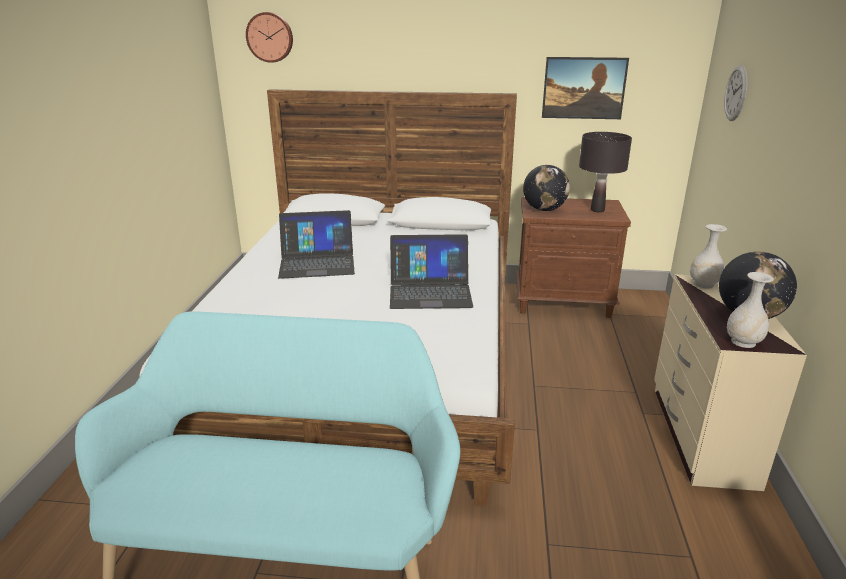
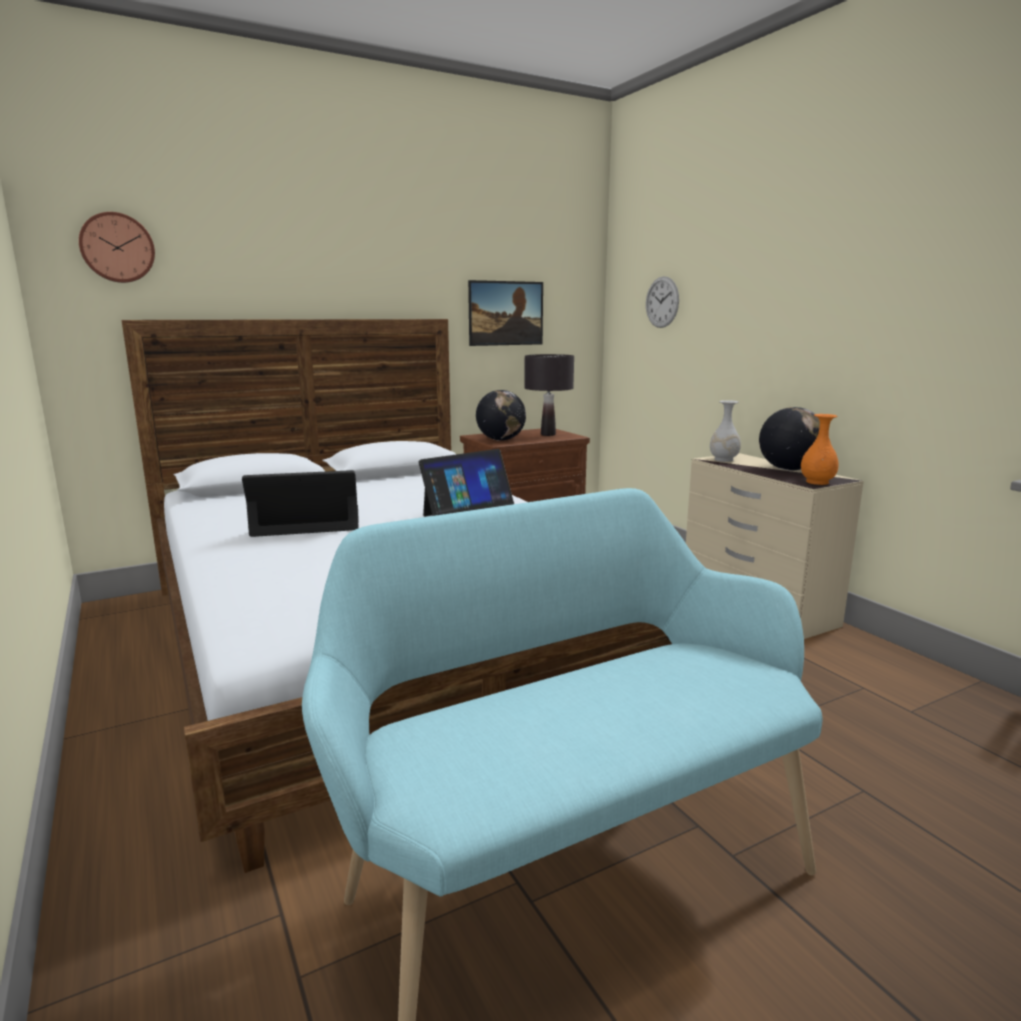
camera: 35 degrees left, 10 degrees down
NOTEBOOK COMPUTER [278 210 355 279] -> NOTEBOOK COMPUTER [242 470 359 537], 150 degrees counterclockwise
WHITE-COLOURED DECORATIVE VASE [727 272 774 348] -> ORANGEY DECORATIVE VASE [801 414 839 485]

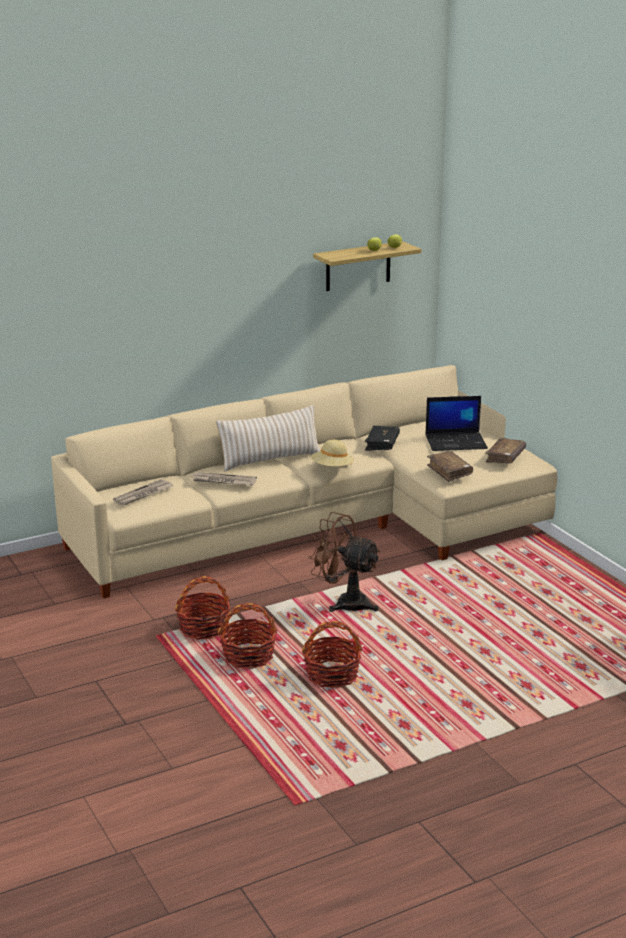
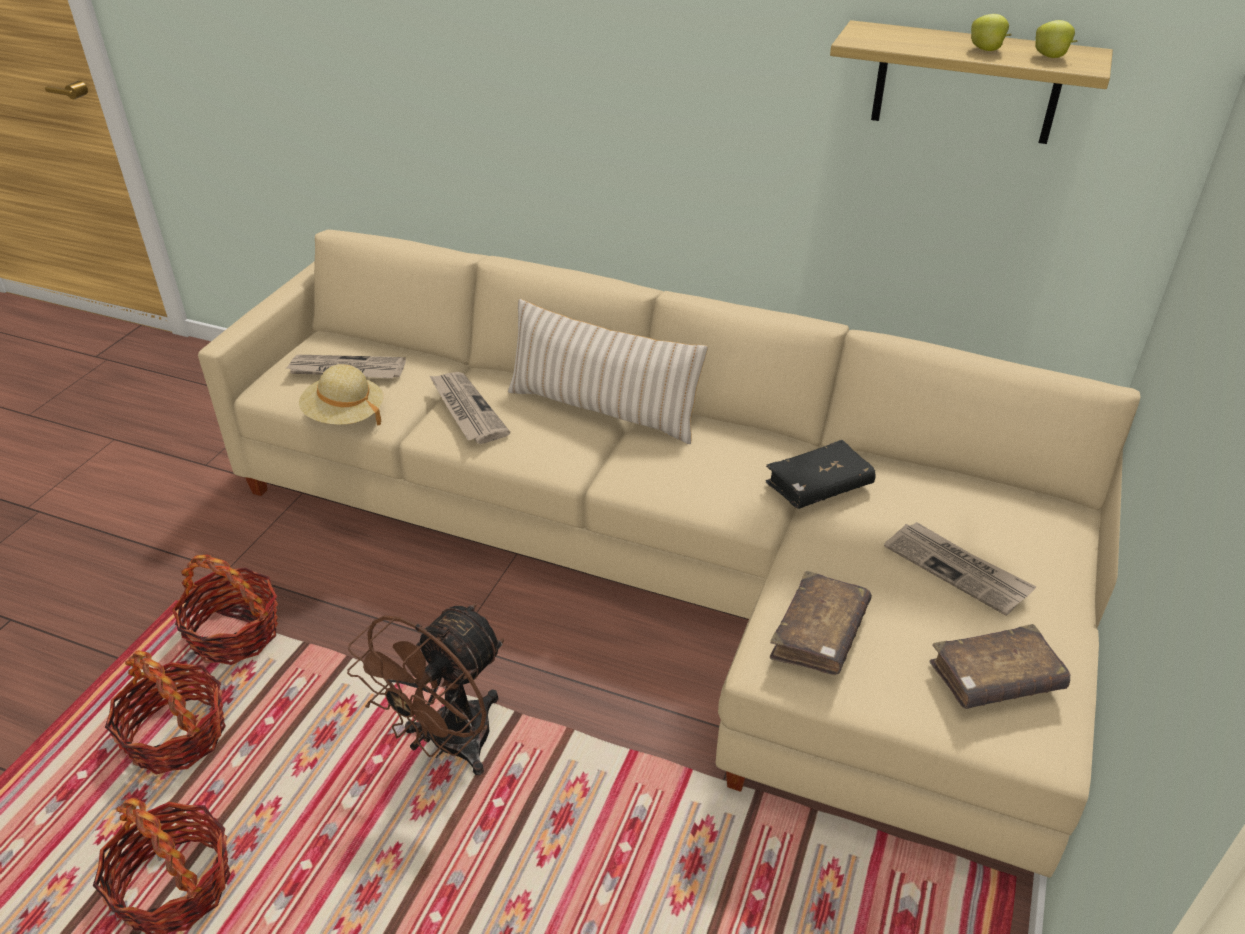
camera: 50 degrees right, 15 degrees up
BEIGE-COLOURED HAT [311 440 354 466] -> BEIGE-COLOURED HAT [299 364 383 426], move
BROWN-COLOURED ELECTRIC FAN [308 512 381 612] -> BROWN-COLOURED ELECTRIC FAN [347 603 504 775], 135 degrees counterclockwise
NOTEBOOK COMPUTER [425 396 488 451] -> NEWSPAPER [884 522 1037 616]

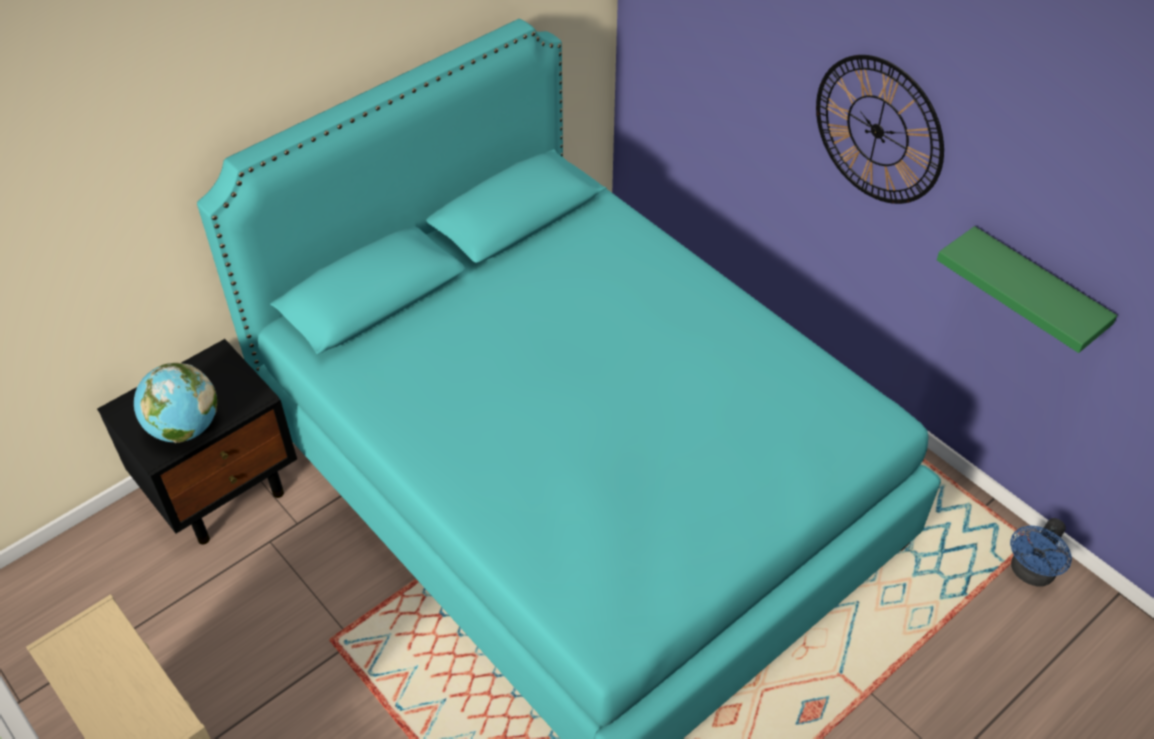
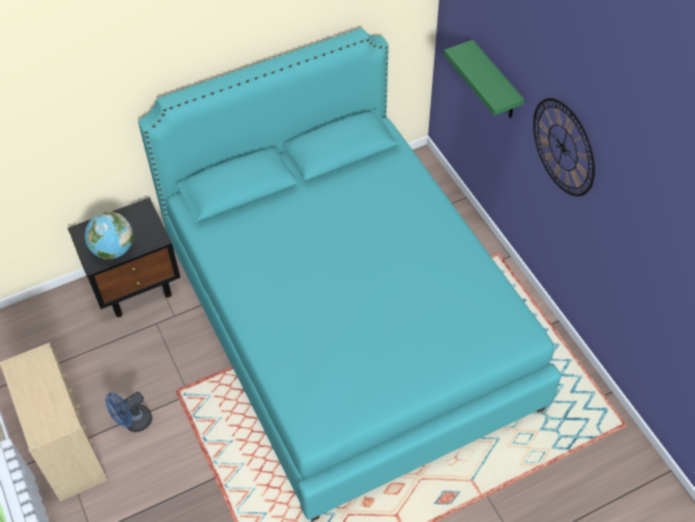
camera: 15 degrees right, 5 degrees up
BLUE-COLOURED ELECTRIC FAN [1010 518 1072 587] -> BLUE-COLOURED ELECTRIC FAN [106 391 152 432], move
GREEN-COLOURED BRACKET SHELF [937 226 1117 353] -> GREEN-COLOURED BRACKET SHELF [444 40 524 118], move

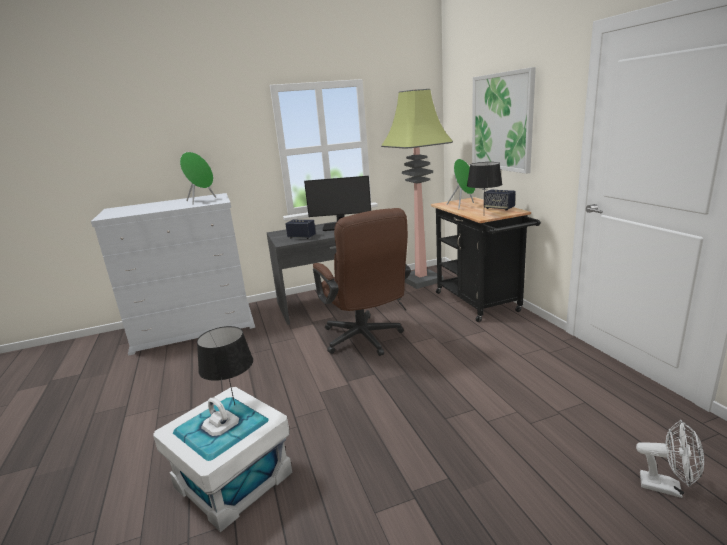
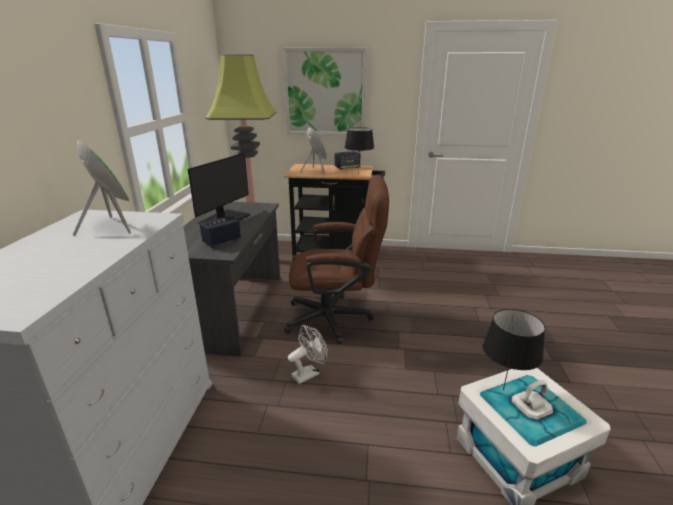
camera: 65 degrees left, 5 degrees up
WHITE-COLOURED ELECTRIC FAN [636 420 704 498] -> WHITE-COLOURED ELECTRIC FAN [288 325 328 384], move

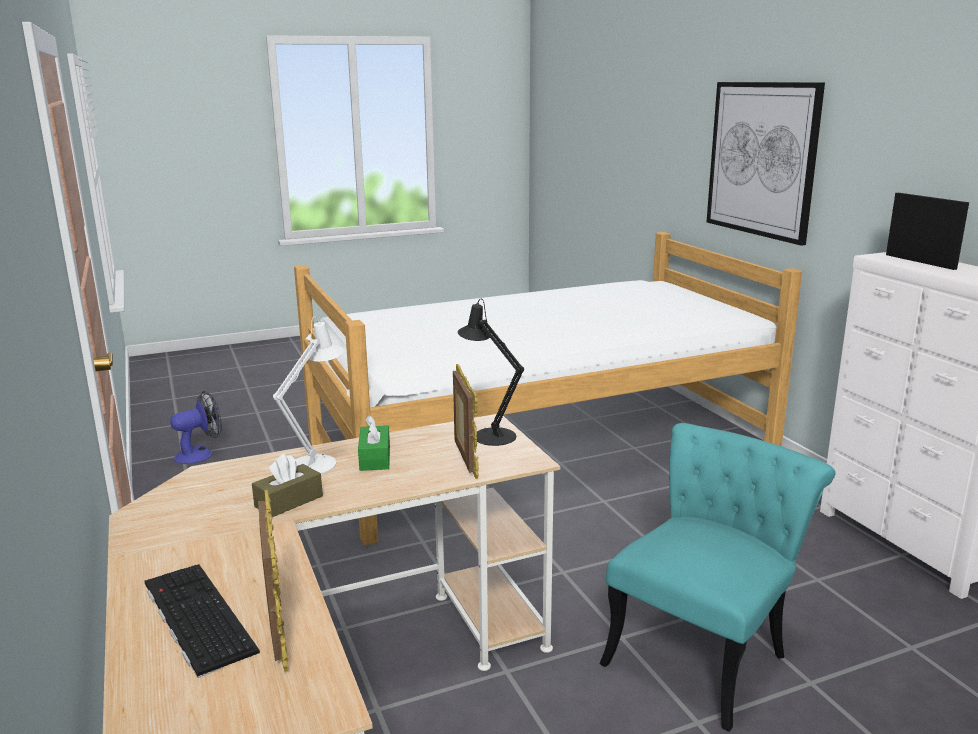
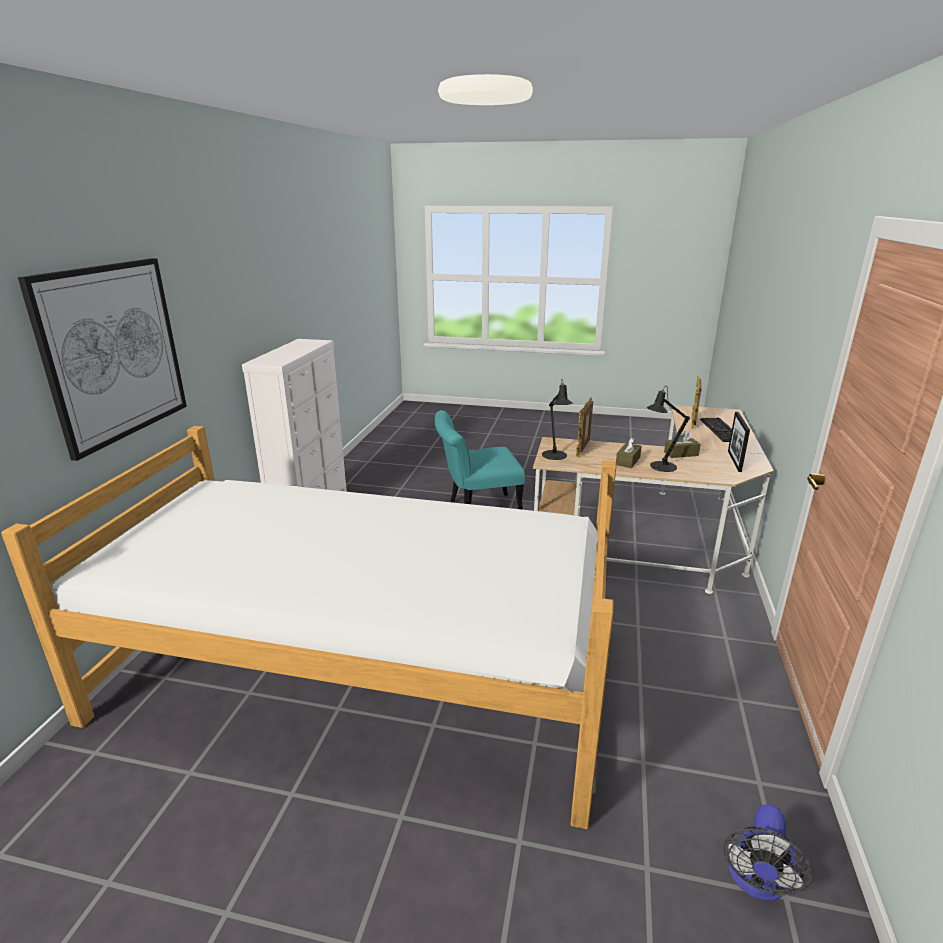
camera: 145 degrees left, 5 degrees up
GREEN-COLOURED TISSUE HOLDER [358 415 390 471] -> BROWN-COLOURED TISSUE HOLDER [616 437 642 468]
WHITE-COLOURED TABLETOP LAMP [273 317 344 474] -> BLACK-COLOURED TABLETOP LAMP [647 387 690 472]
ELECTRIC FAN [170 391 222 464] -> ELECTRIC FAN [723 804 813 901], 60 degrees counterclockwise
PHOTO FRAME [886 193 969 270] -> PHOTO FRAME [728 412 750 472], move

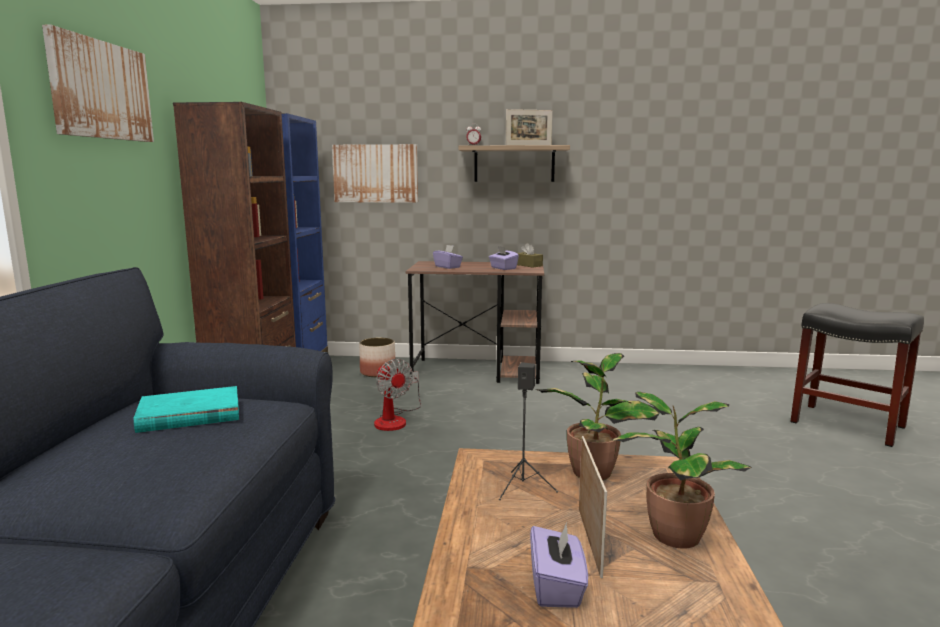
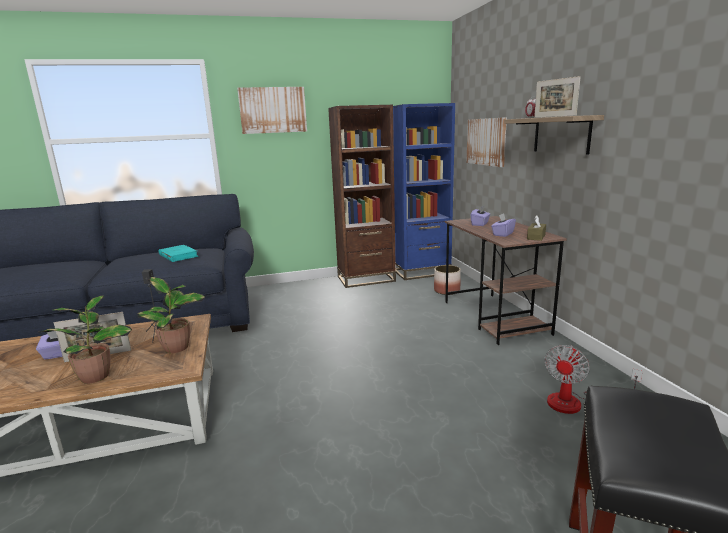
camera: 70 degrees right, 5 degrees up
ELECTRIC FAN [374 359 421 431] -> ELECTRIC FAN [544 345 643 414], move

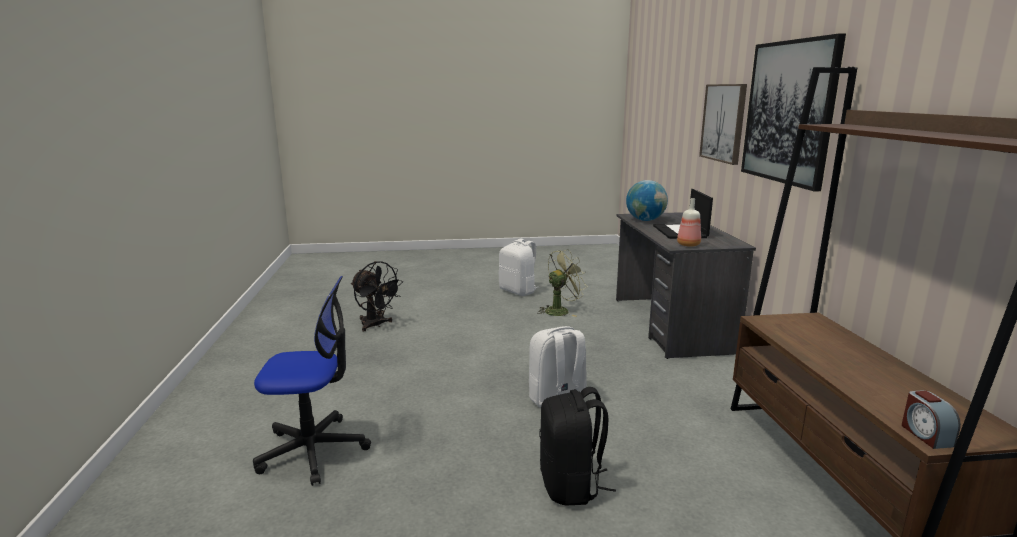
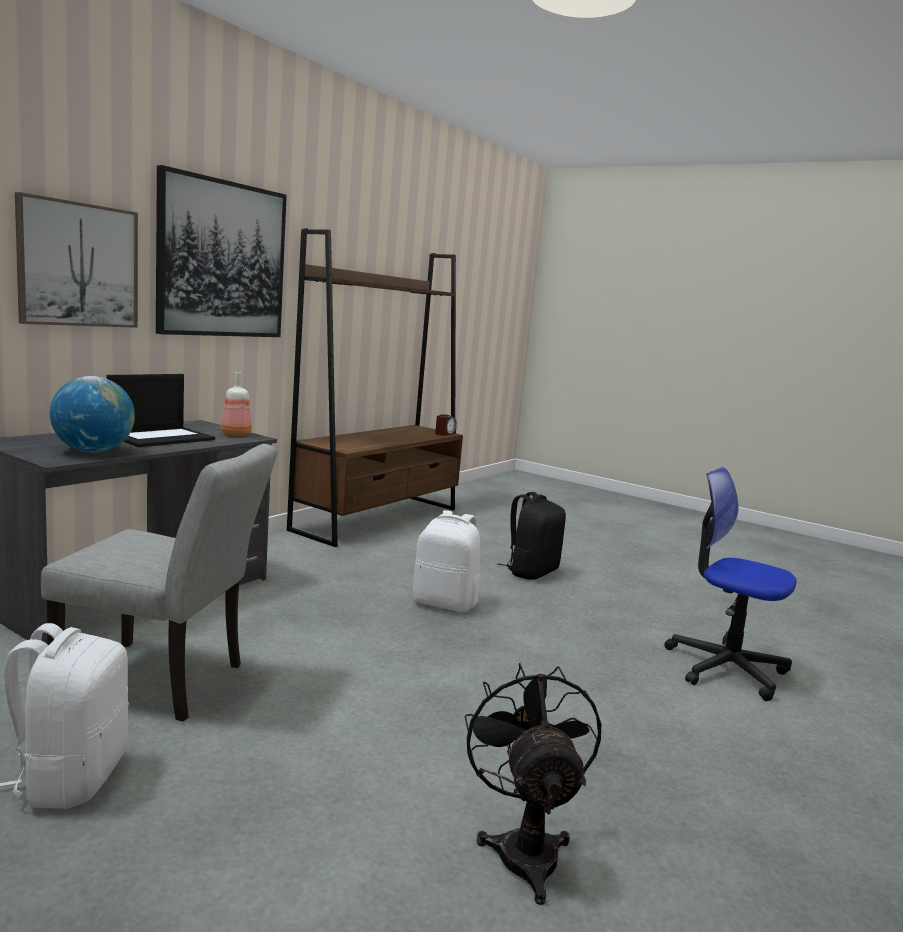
camera: 140 degrees left, 5 degrees down
GREEN-COLOURED ELECTRIC FAN [537 249 587 317] -> GRAY UPRIGHT CHAIR [41 444 277 721]

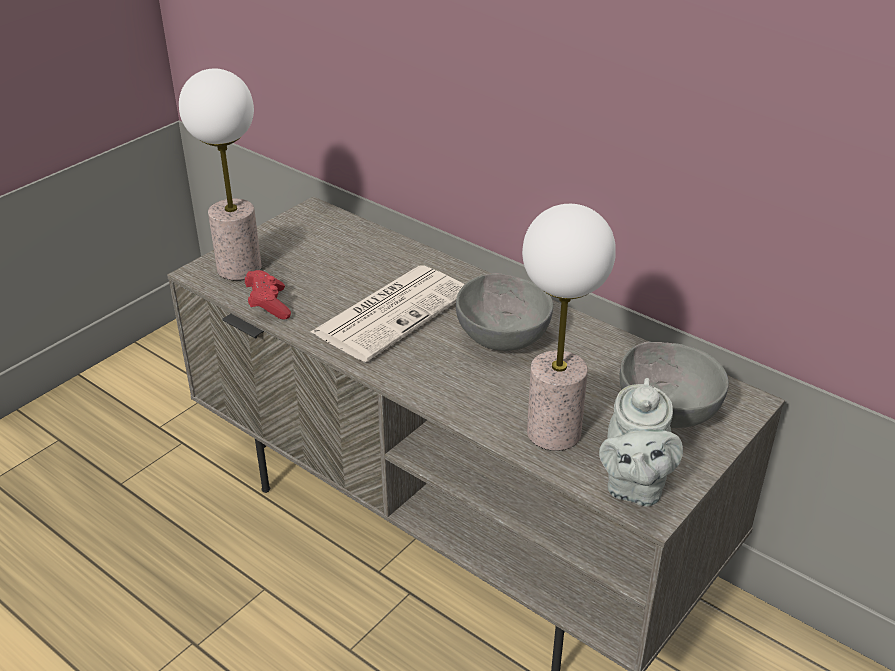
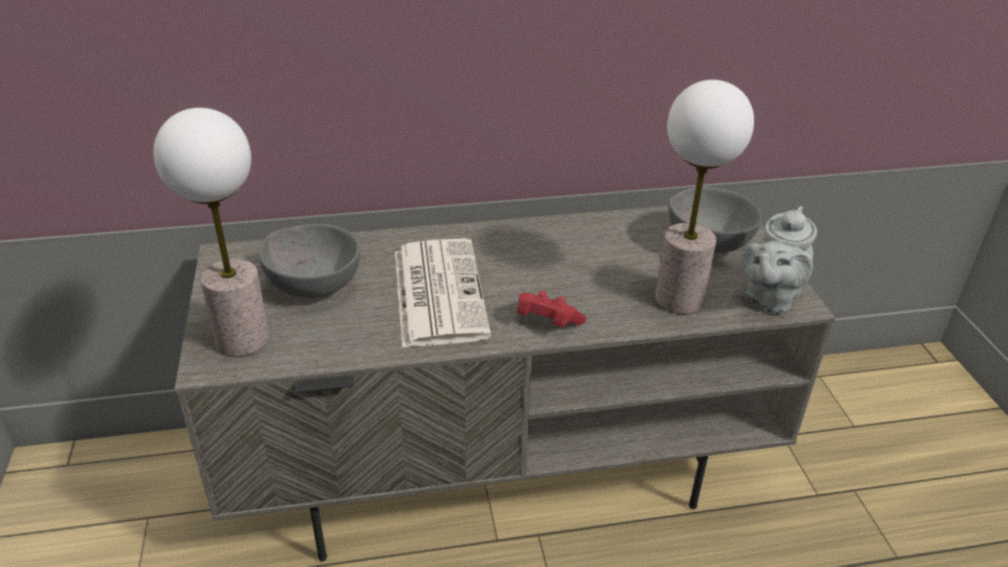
camera: 50 degrees left, 0 degrees up
GRAY SERVING BOWL [456 273 553 351] -> GRAY SERVING BOWL [259 224 360 298], move
RED-COLOURED GAMEPAD [245 270 291 320] -> RED-COLOURED GAMEPAD [517 291 586 327], move
GRAY TEAPOT [599 378 683 507] -> GRAY TEAPOT [742 206 817 314], 75 degrees clockwise

